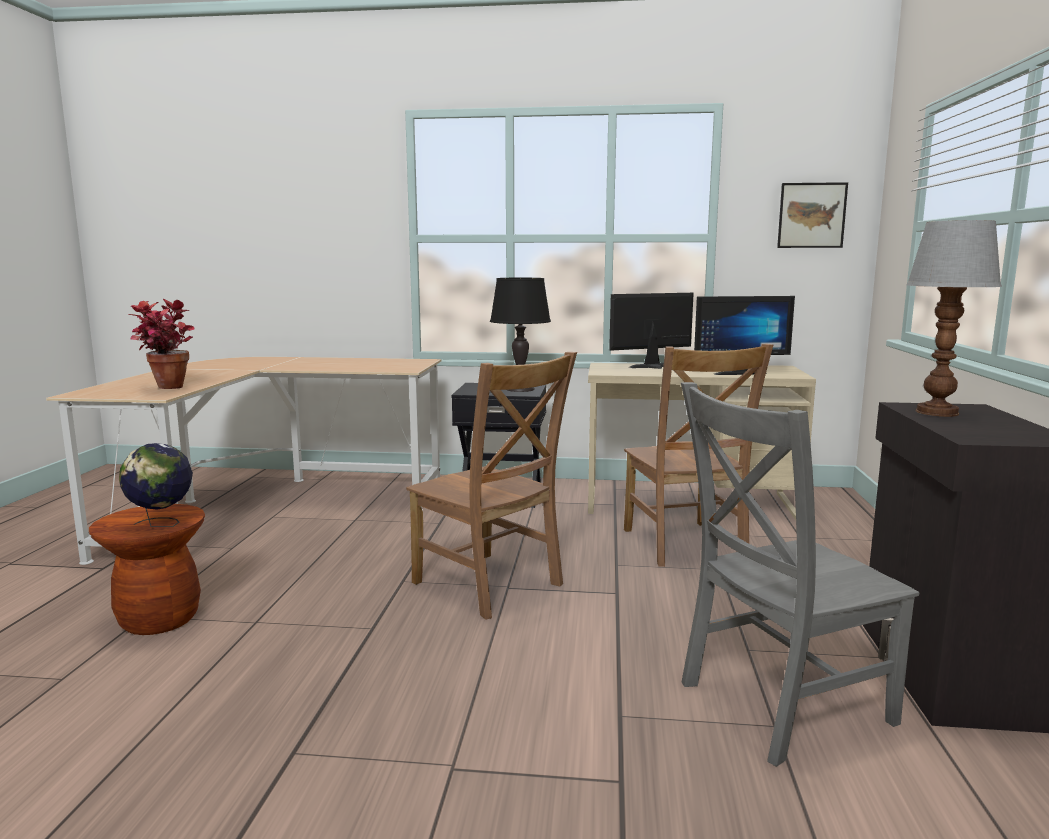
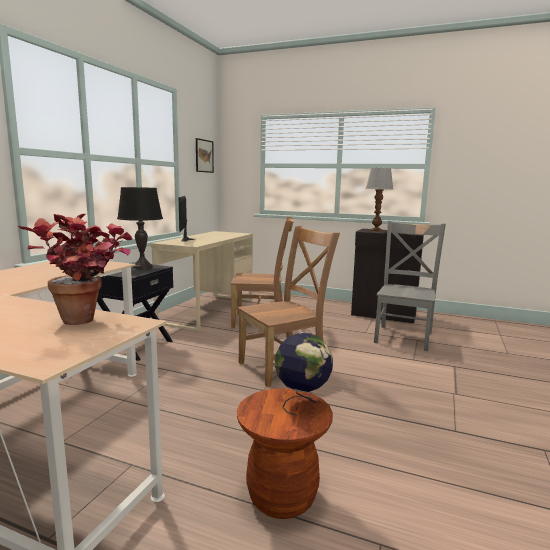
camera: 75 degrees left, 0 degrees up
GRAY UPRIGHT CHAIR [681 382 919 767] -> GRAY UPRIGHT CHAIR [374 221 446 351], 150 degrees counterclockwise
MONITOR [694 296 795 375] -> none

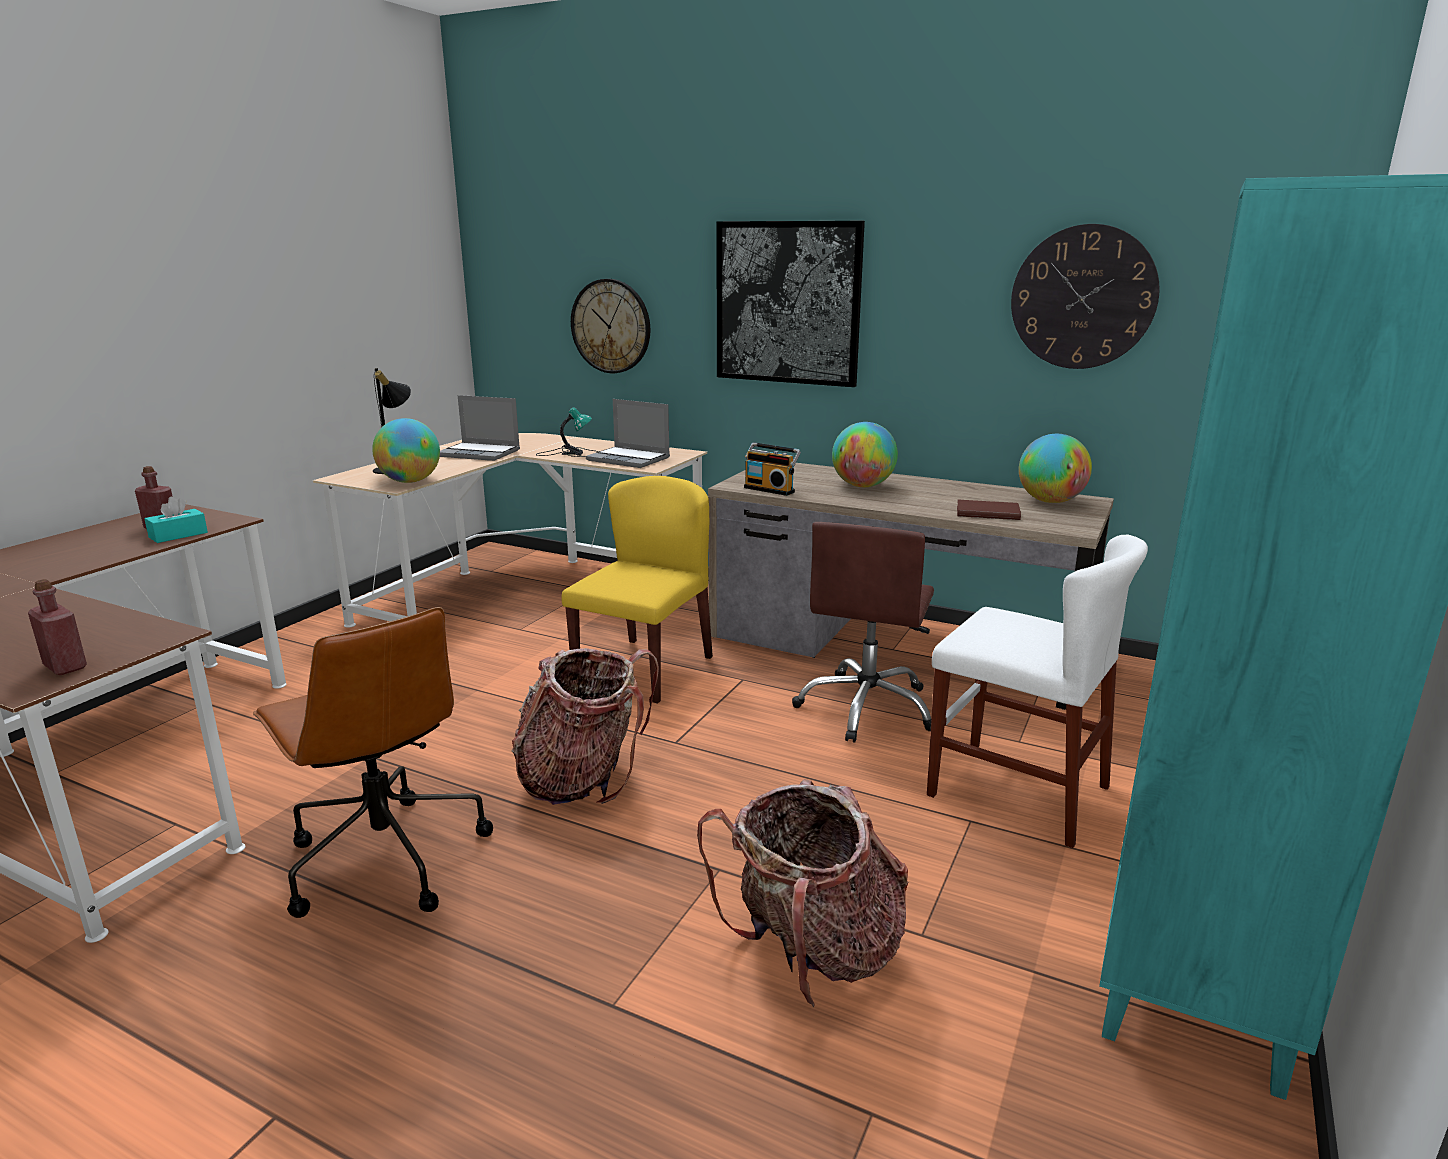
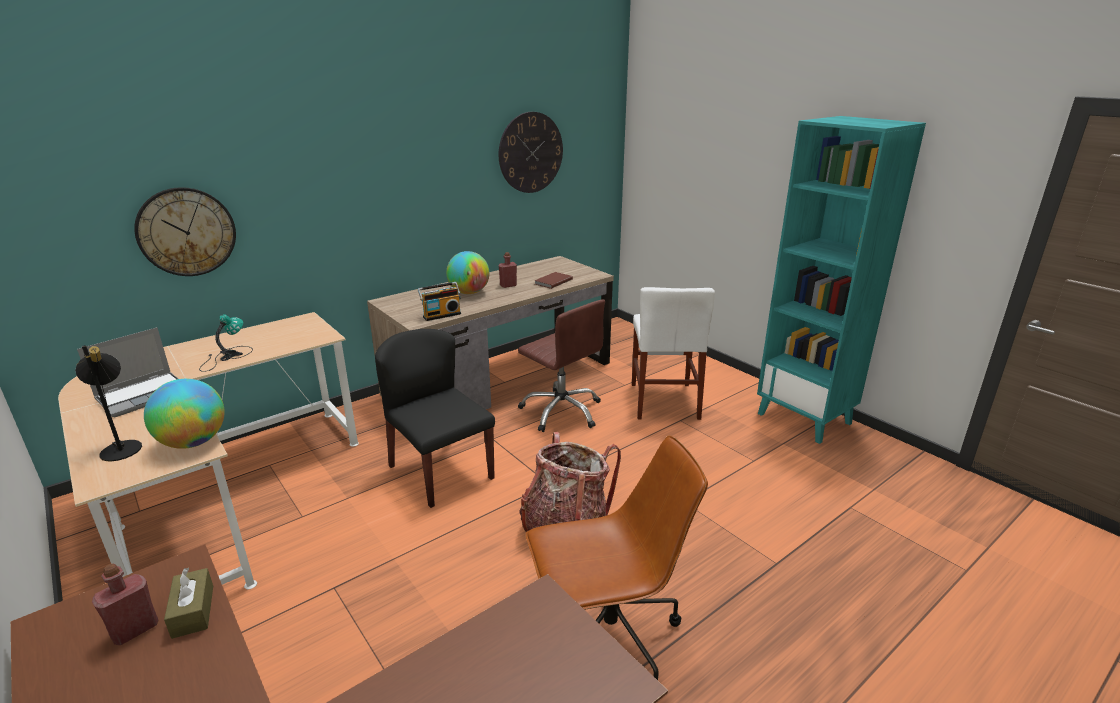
camera: 65 degrees left, 5 degrees up
TURQUOISE-COLOURED TISSUE HOLDER [144 497 208 543] -> BROWN-COLOURED TISSUE HOLDER [164 567 213 639]
YELLOWISH UPRIGHT CHAIR [561 476 713 704] -> BLACK-COLOURED UPRIGHT CHAIR [375 329 495 508]
RED-COLOURED BOTTLE [28 579 87 675] -> RED-COLOURED BOTTLE [499 252 517 288], move
WHITE-COLOURED UPRIGHT CHAIR [927 534 1148 848] -> WHITE-COLOURED UPRIGHT CHAIR [632 287 715 420], 120 degrees clockwise
NOTEBOOK COMPUTER [586 399 670 468] -> none
RUCKSACK [697 779 908 1008] -> none
PICTURE [716 221 865 387] -> none
GLOBE [1019 434 1092 503] -> none

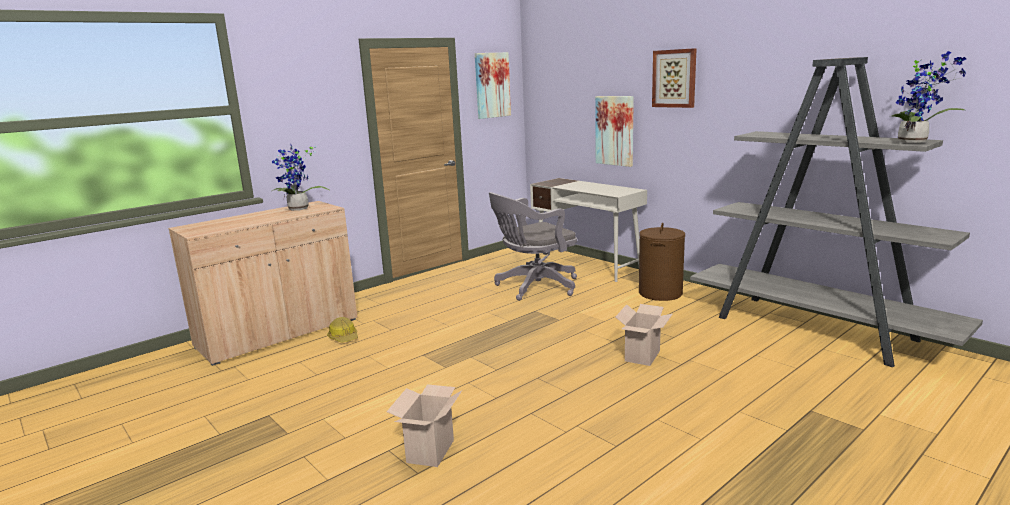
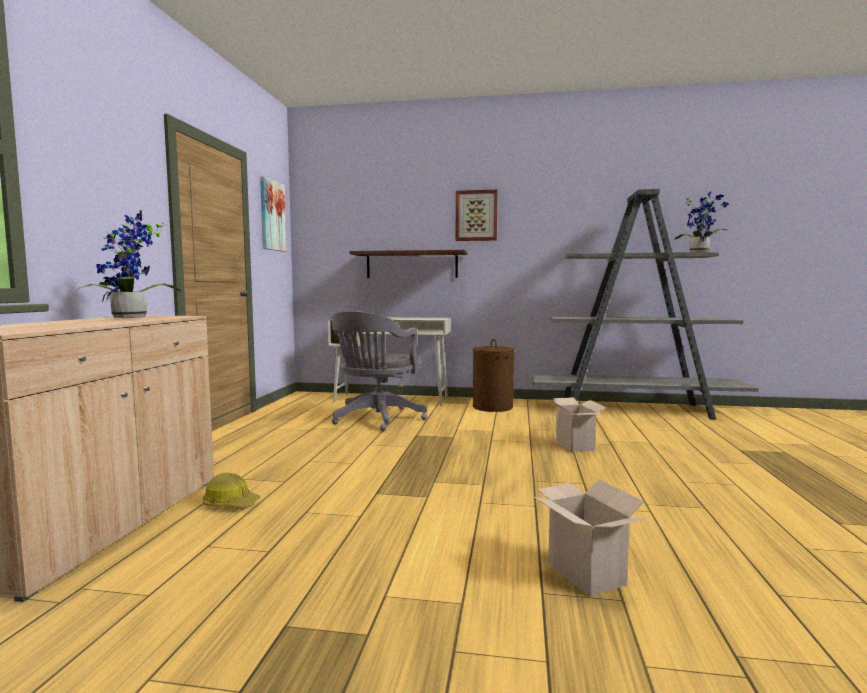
camera: 40 degrees left, 10 degrees down
PICTURE [595 96 634 167] -> BRACKET SHELF [349 250 467 278]

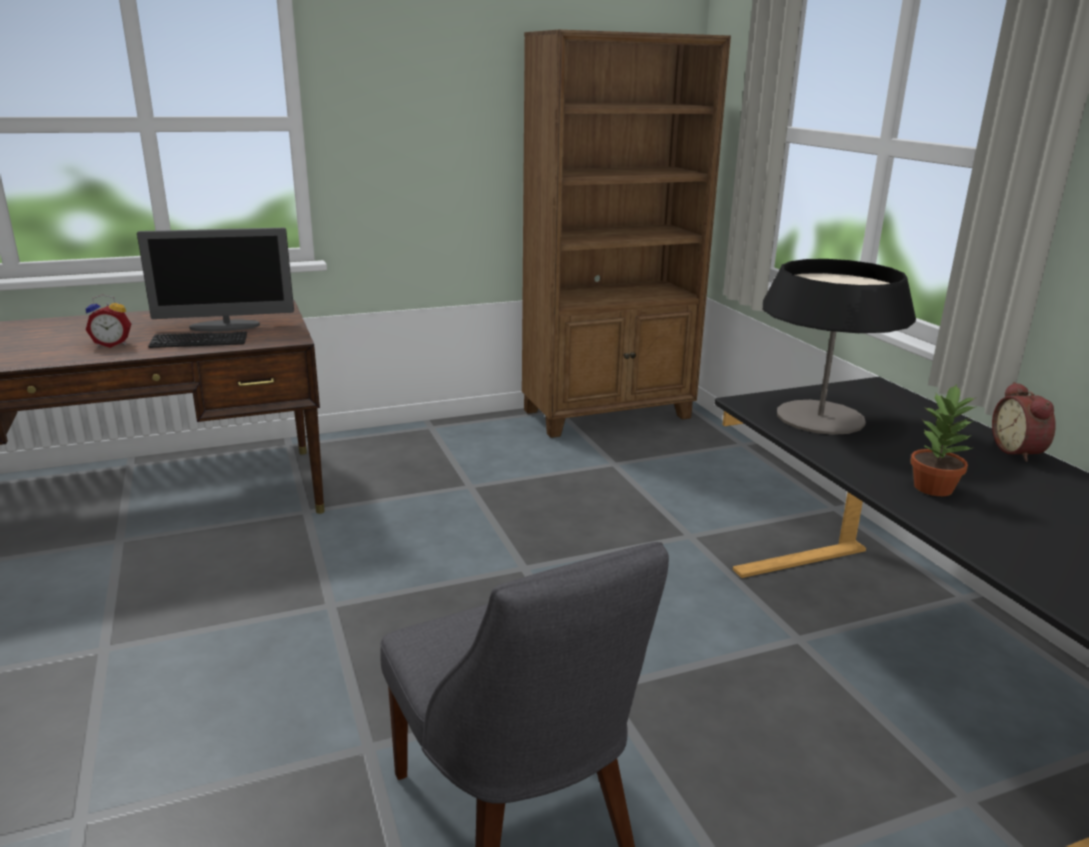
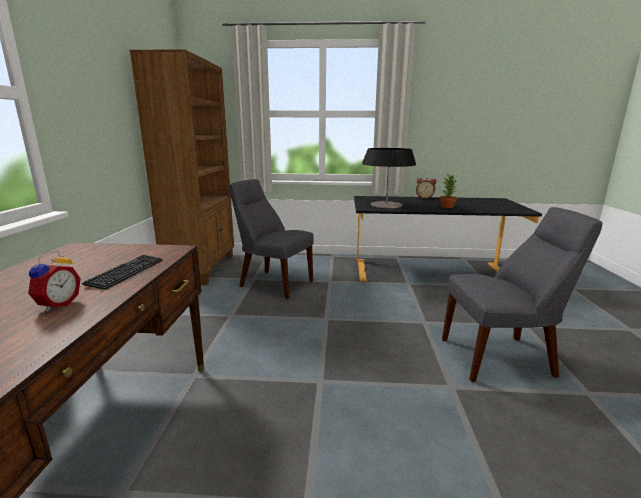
camera: 65 degrees left, 5 degrees down
none -> GRAY UPRIGHT CHAIR [229 179 314 299]
MONITOR [137 228 294 332] -> none

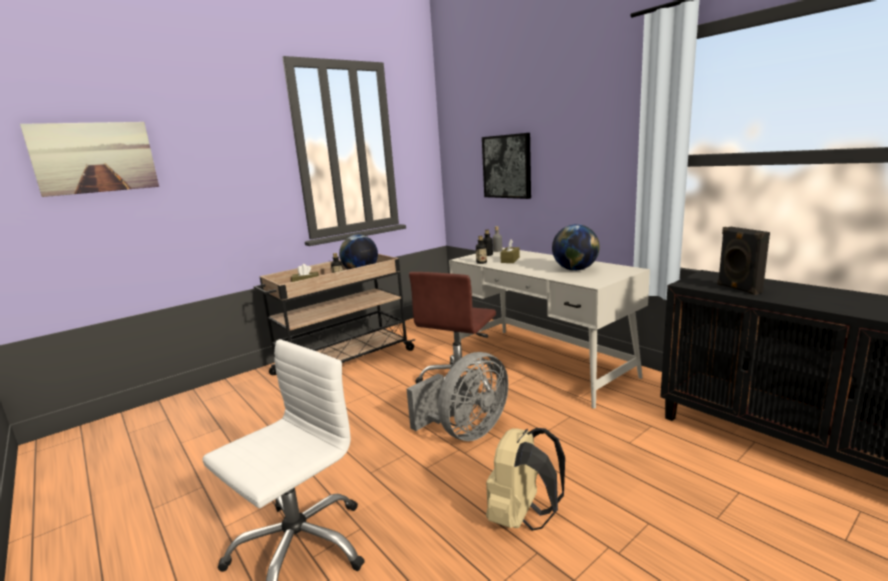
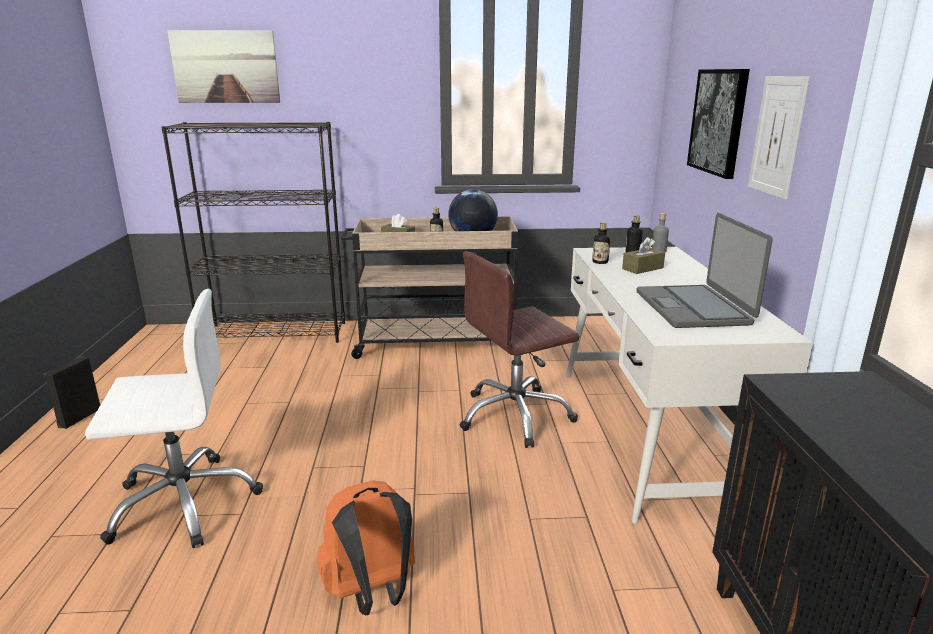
camera: 35 degrees right, 5 degrees up
BLACK-COLOURED LOUDSPEAKER [717 227 770 295] -> BLACK-COLOURED LOUDSPEAKER [43 356 100 429], move
none -> BLACK-COLOURED BOOKSHELF [162 122 345 343]
BEIGE-COLOURED RUCKSACK [486 428 565 531] -> ORANGEY RUCKSACK [317 481 415 615]
GLOBE [552 224 600 271] -> NOTEBOOK COMPUTER [636 213 773 328]
none -> PICTURE [748 76 810 200]
GRAY ELECTRIC FAN [407 352 508 441] -> none

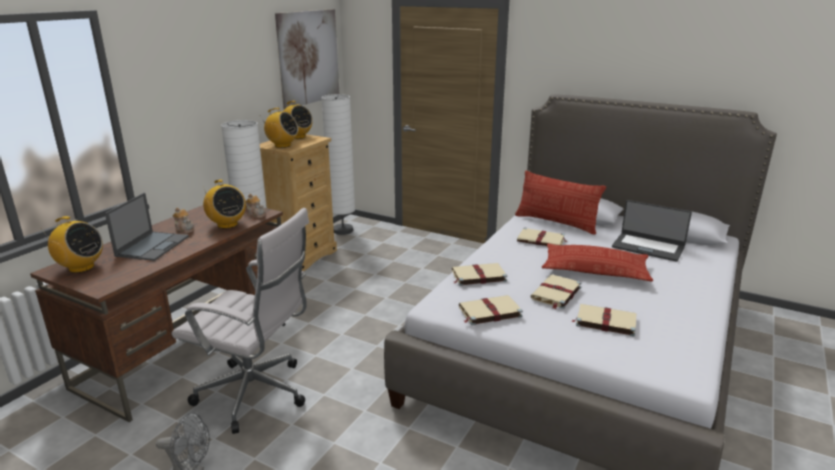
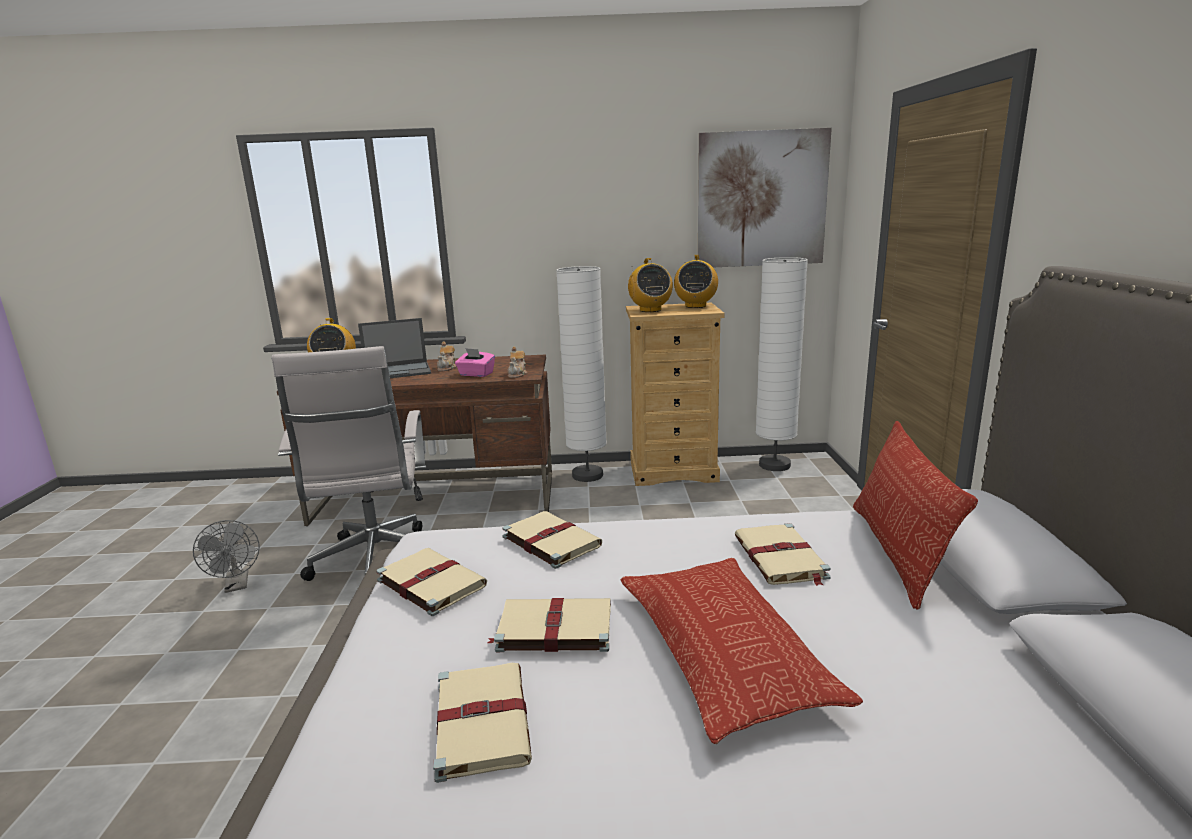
camera: 60 degrees right, 5 degrees down
RADIO SET [203 179 246 229] -> PINK-COLOURED TISSUE HOLDER [455 348 495 377]
NOTEBOOK COMPUTER [612 200 692 262] -> none

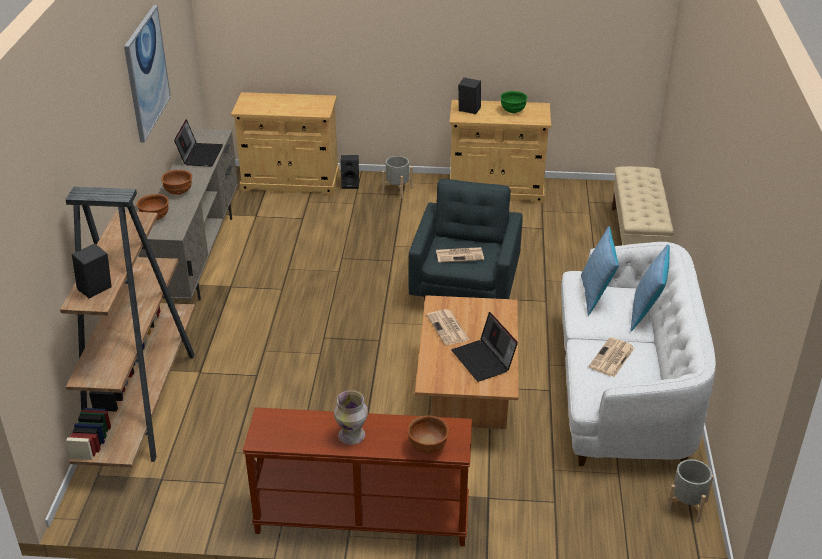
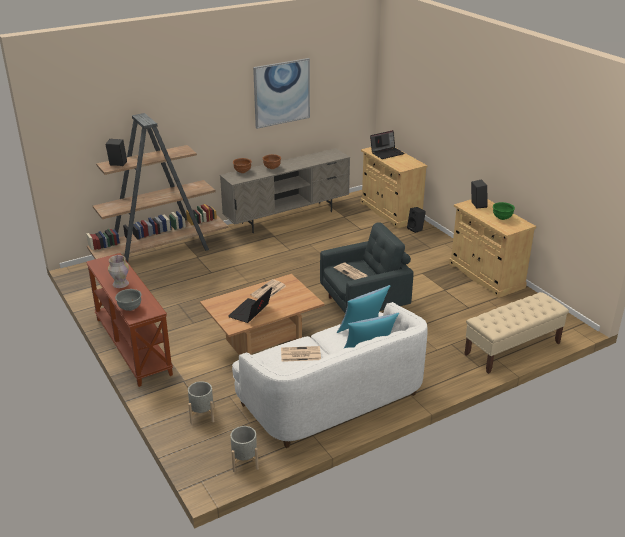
camera: 55 degrees right, 5 degrees down
BROWN-COLOURED SERVING BOWL [408 416 449 454] -> GRAY SERVING BOWL [115 289 142 311]
GRAY PLANT POT [382 156 413 198] -> GRAY PLANT POT [188 381 214 424], move
NOTEBOOK COMPUTER [174 119 223 167] -> NOTEBOOK COMPUTER [370 130 405 159], move

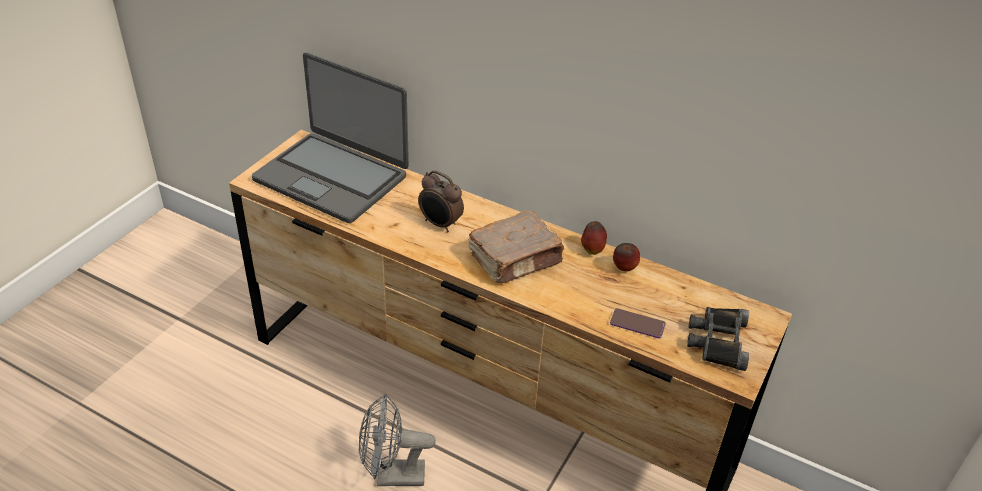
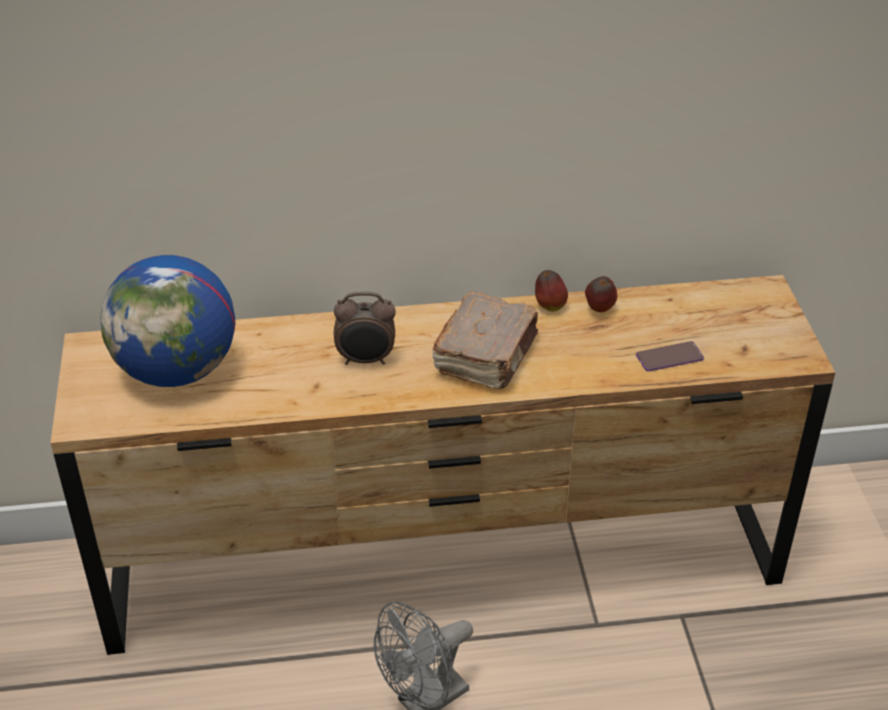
camera: 35 degrees left, 0 degrees up
NOTEBOOK COMPUTER [252 53 409 223] -> GLOBE [101 255 235 387]
BLACK-COLOURED FIELD GLASSES [687 307 749 371] -> none

